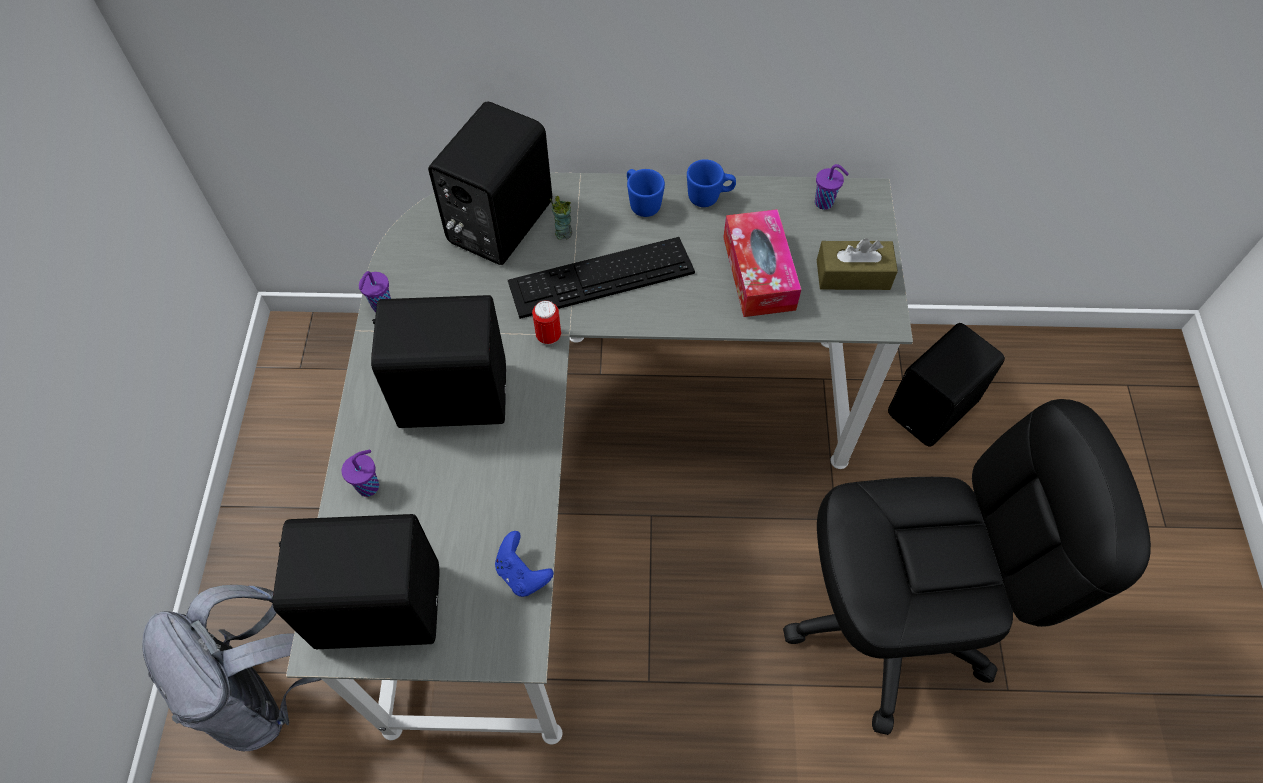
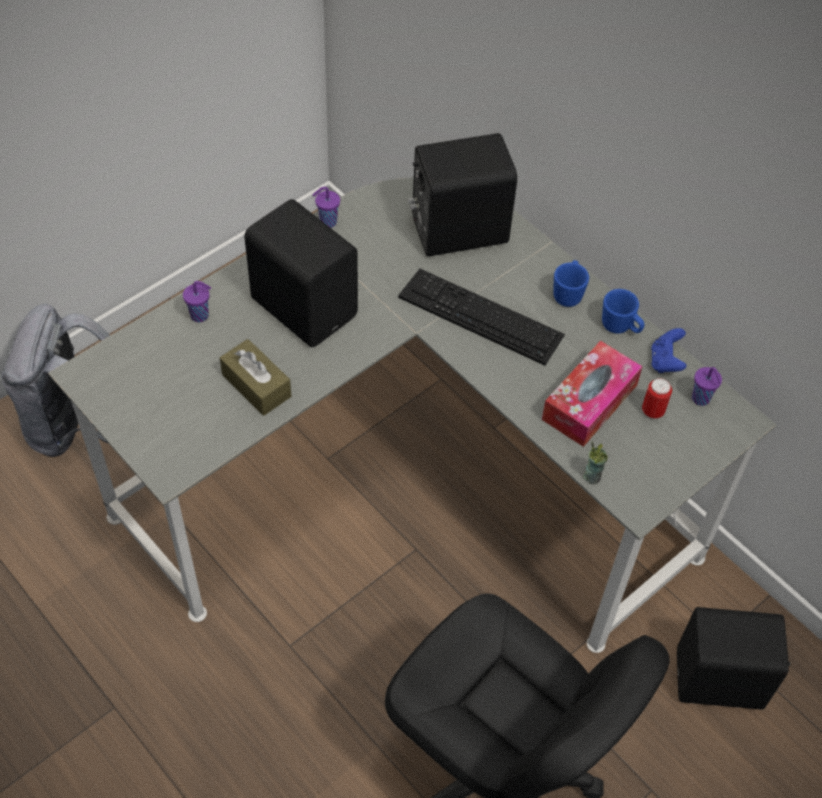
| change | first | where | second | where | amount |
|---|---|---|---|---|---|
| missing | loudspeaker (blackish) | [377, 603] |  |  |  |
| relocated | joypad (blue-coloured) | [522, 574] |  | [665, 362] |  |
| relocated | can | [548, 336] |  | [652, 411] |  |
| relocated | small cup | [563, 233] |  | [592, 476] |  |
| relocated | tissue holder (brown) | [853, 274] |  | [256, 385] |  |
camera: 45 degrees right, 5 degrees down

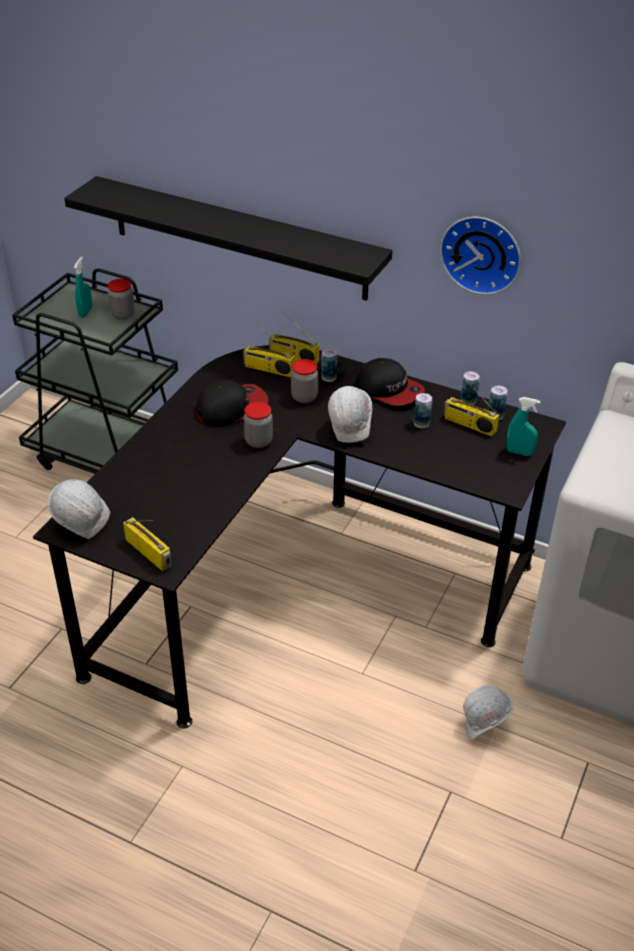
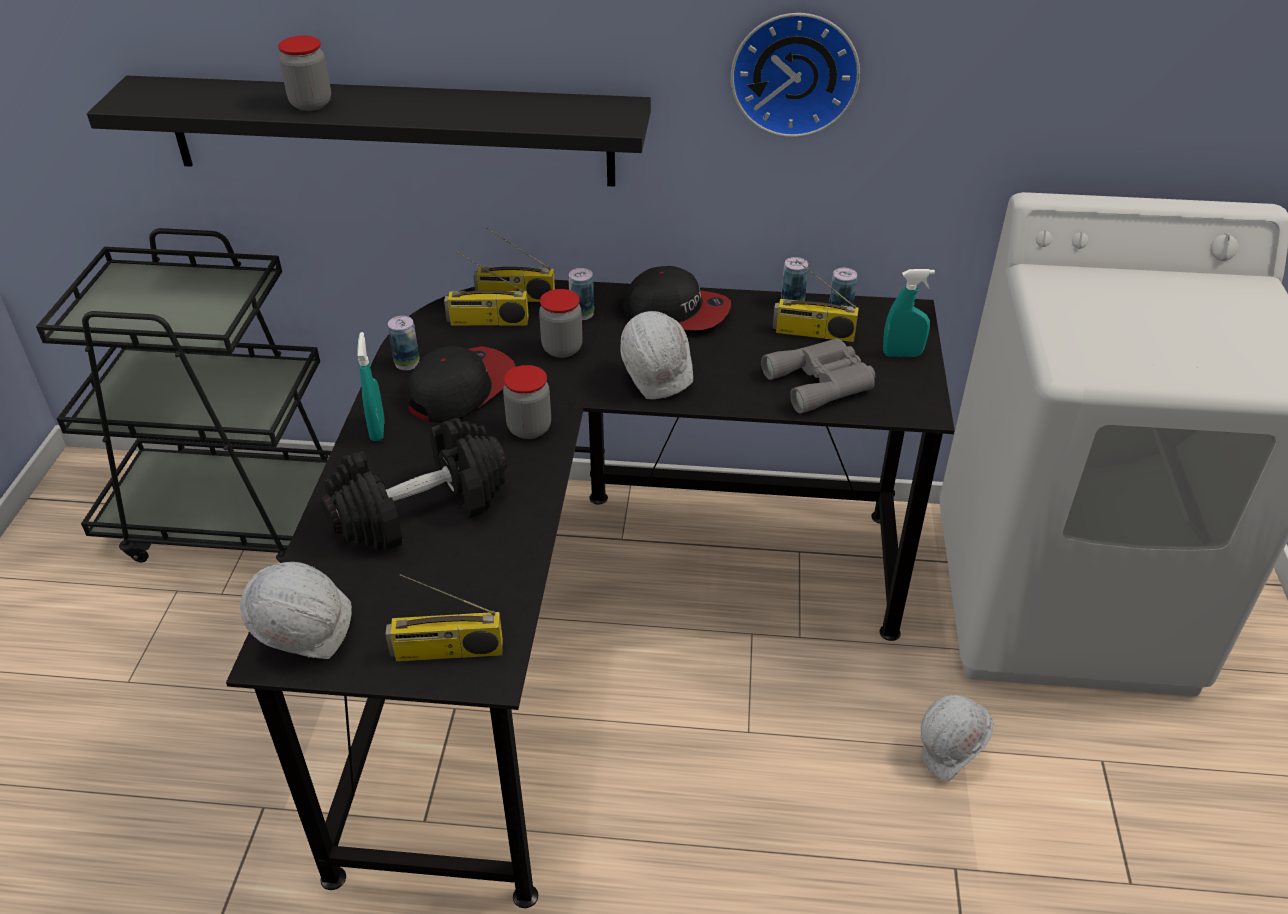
| change | first | where | second | where | amount |
|---|---|---|---|---|---|
| appeared |  |  | free weight (blackish) | [420, 510] |  |
| appeared |  |  | pair of binoculars (greyish) | [823, 382] |  |
| relocated | sprayer (turquoise-coloured) | [85, 312] |  | [377, 429] |  |
| relocated | jar | [123, 314] |  | [311, 104] |  |
| relocated | can | [421, 423] |  | [407, 363] |  |
| spun | radio receiver | [150, 552] |  | [447, 652] | 150 degrees clockwise |
camera: 20 degrees left, 0 degrees up

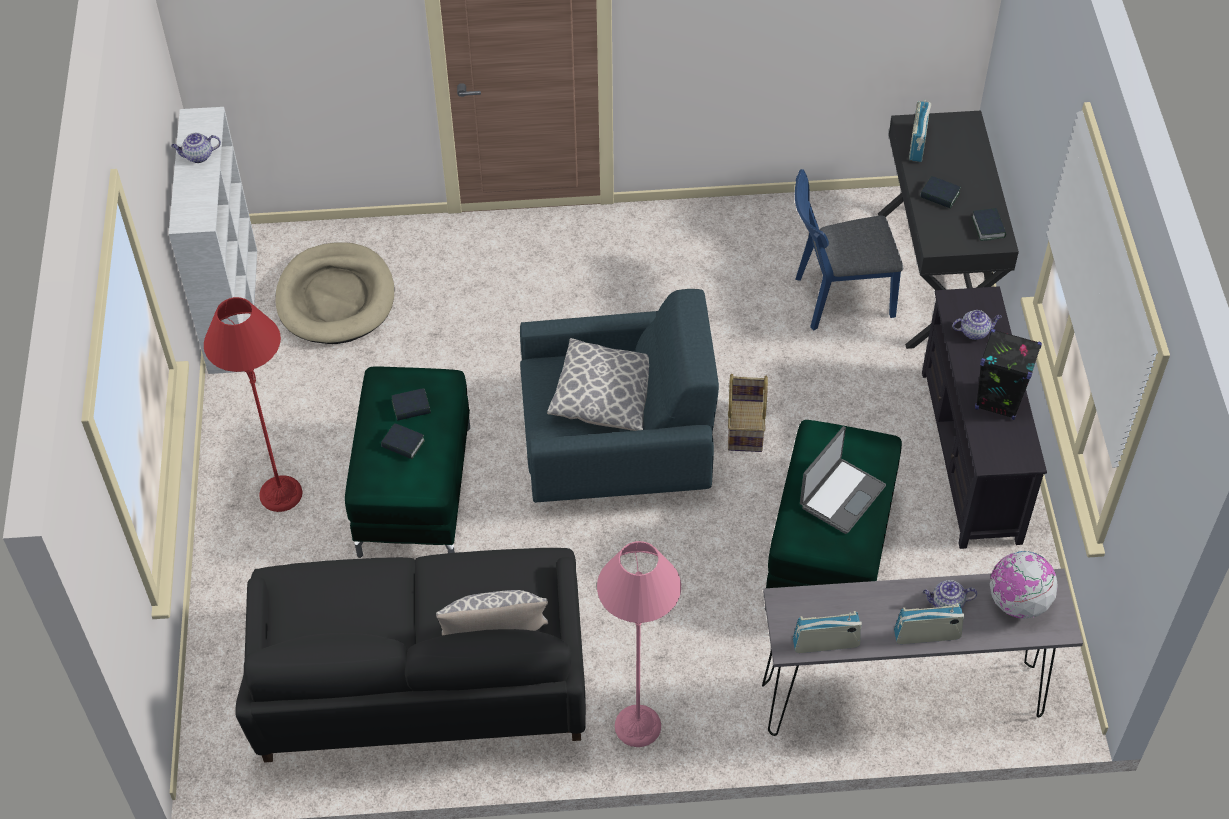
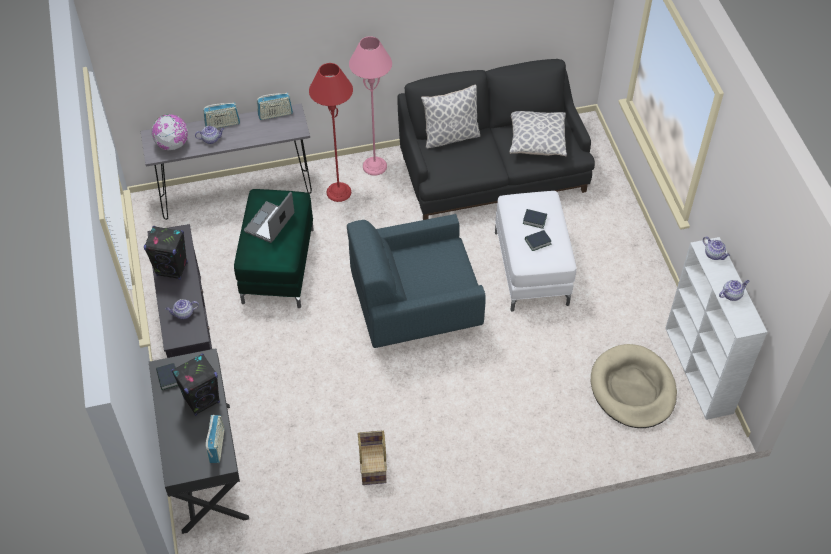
| change | first | where | second | where | amount |
|---|---|---|---|---|---|
| missing | chair (blue-coloured) | [836, 298] |  |  |  |
| appeared |  |  | pot for tea | [714, 254] |  |
| relocated | standard lamp (red) | [280, 494] |  | [339, 192] |  |
| relocated | throw pillow | [605, 396] |  | [537, 141] |  |
| relocated | basket | [744, 425] |  | [373, 464] |  |
| exchanged | volume | [940, 195] | loudspeaker (blackish) | [202, 400] |  |
| colour | footrest (green-coloured) | [414, 489] | footrest (white) | [532, 268] |  |
camera: 170 degrees right, 0 degrees up

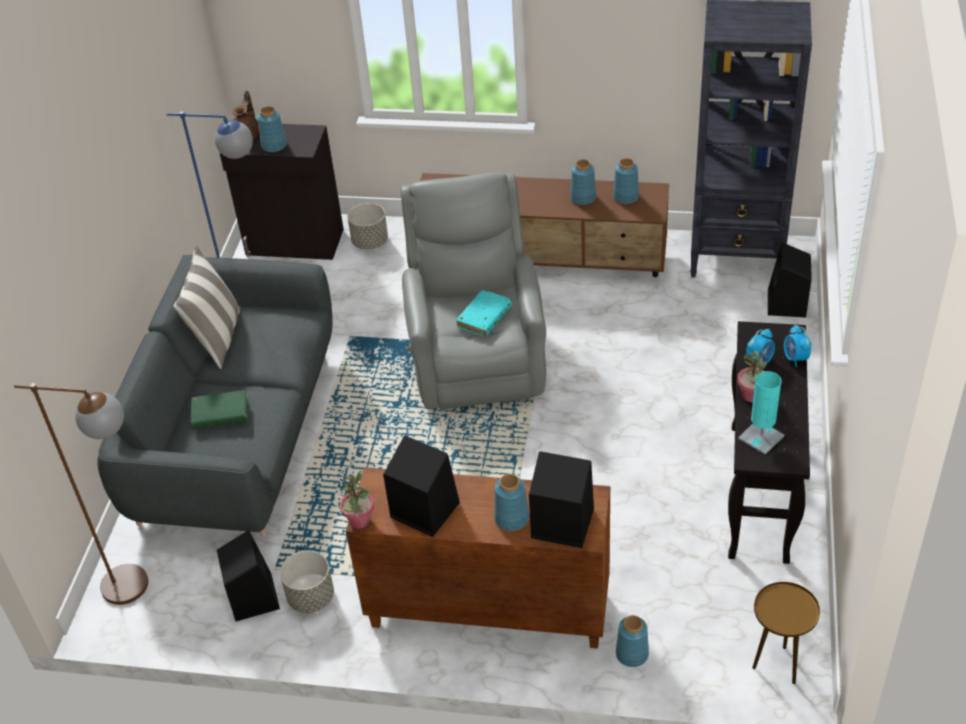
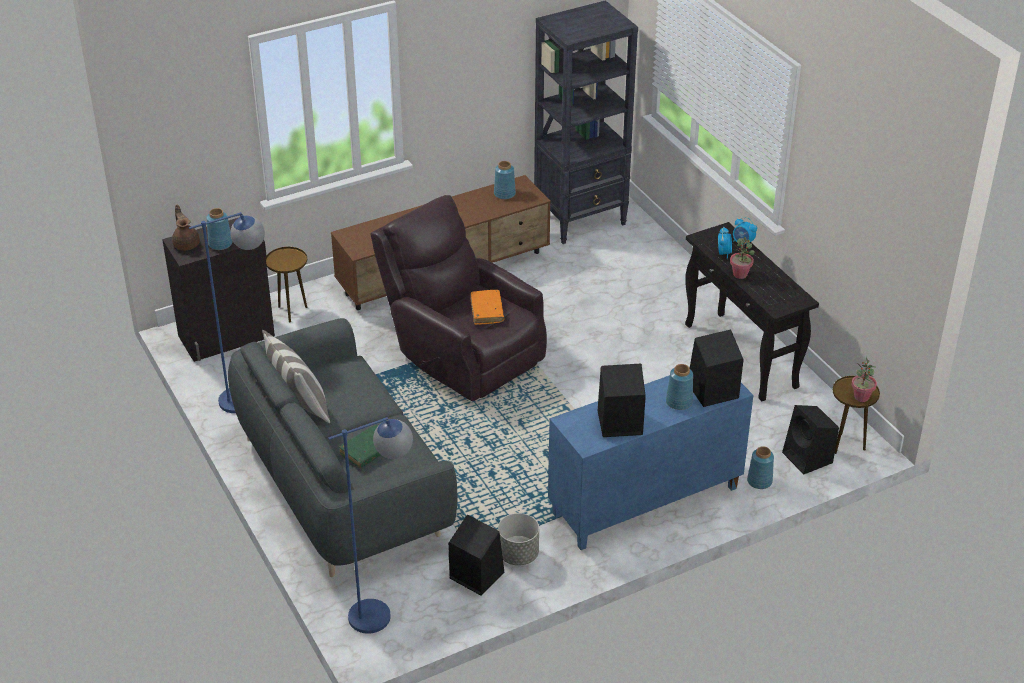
| change | first | where | second | where | amount |
|---|---|---|---|---|---|
| missing | vase (blue-coloured) | [583, 197] |  |  |  |
| missing | table lamp (turquoise-coloured) | [761, 437] |  |  |  |
| relocated | potted plant | [359, 520] |  | [861, 397] |  |
| relocated | loudspeaker (blackish) | [787, 304] |  | [808, 458] |  |
| exchanged | plant pot (greyish) | [370, 242] | accent table (brown) | [291, 312] |  |
| colour | standard lamp (brown) | [141, 586] | standard lamp (blue-coloured) | [383, 611] |  |
| colour | storage cabinet (brown) | [486, 610] | storage cabinet (blue-coloured) | [645, 502] |  |
| colour | armchair (greyish) | [476, 352] | armchair (brown) | [462, 352] |  |
| colour | volume (turquoise-coloured) | [484, 318] | volume (orangey) | [487, 311] |  |
camera: 40 degrees left, 5 degrees down

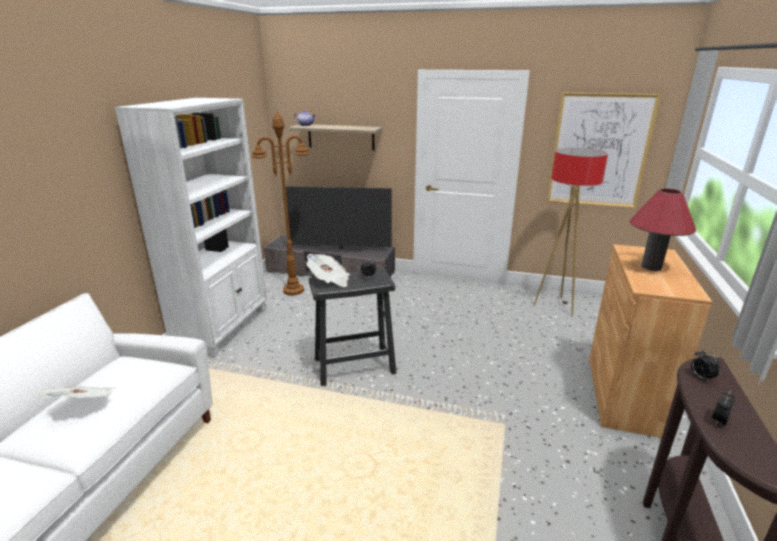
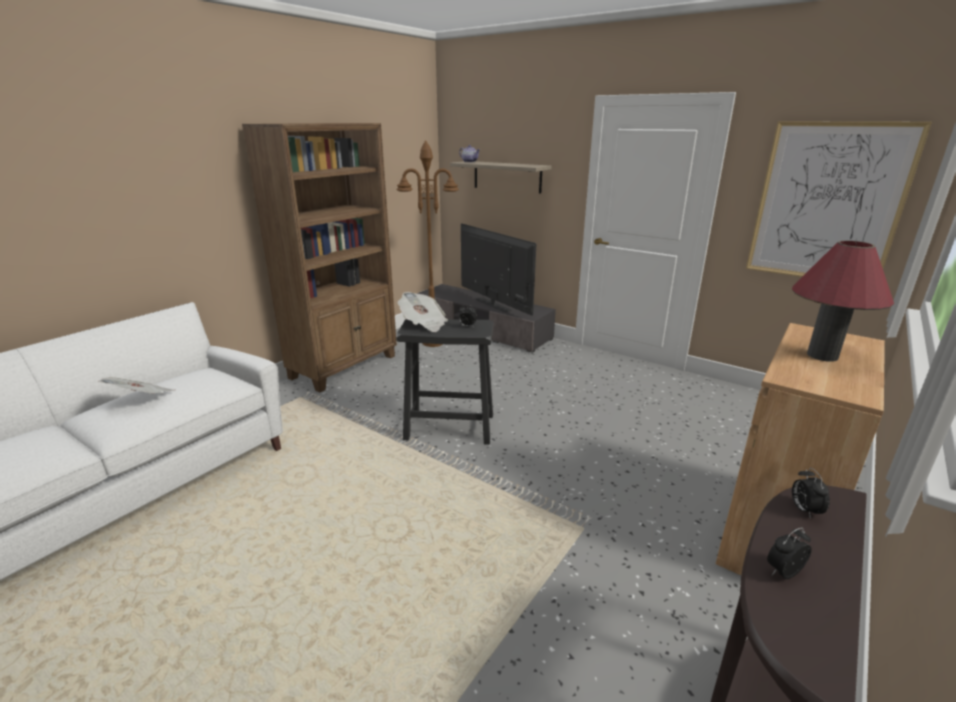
| change | first | where | second | where | amount |
|---|---|---|---|---|---|
| missing | standard lamp | [555, 306] |  |  |  |
| colour | bookcase (white) | [223, 328] | bookcase (brown) | [345, 367] |  |
| spun | TV | [341, 250] |  | [493, 305] | 150 degrees counterclockwise |
camera: 20 degrees right, 0 degrees up

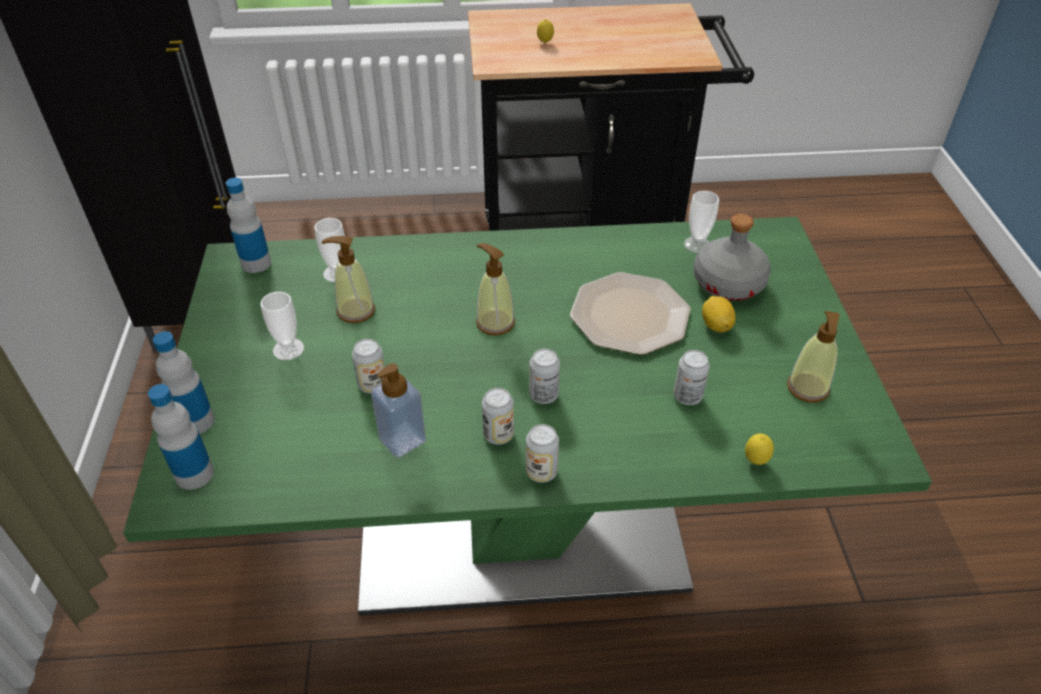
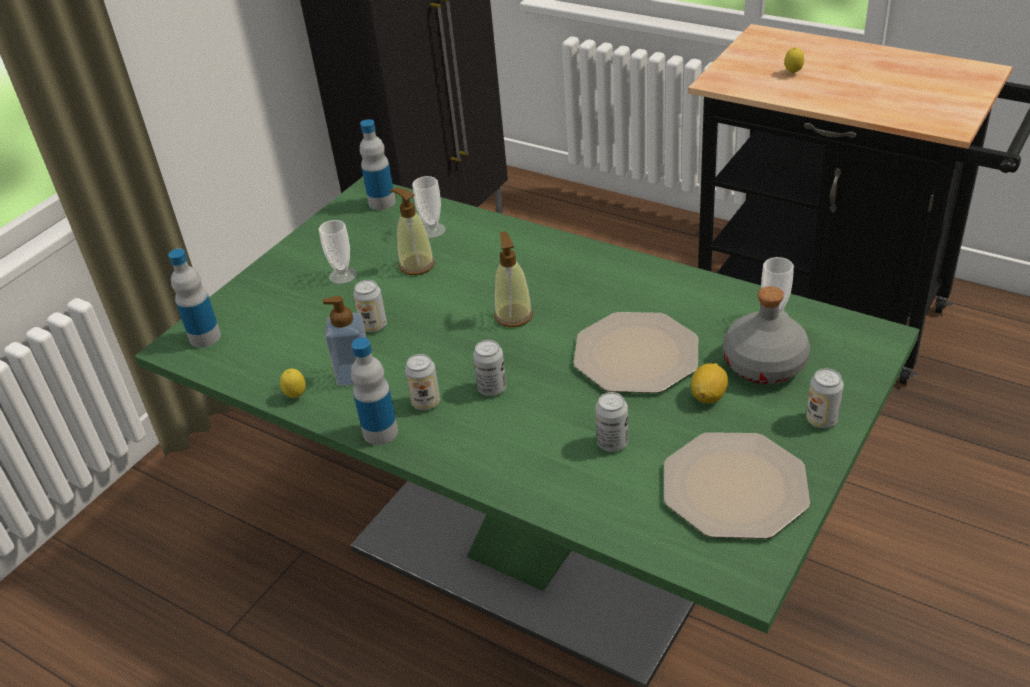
| change | first | where | second | where | amount |
|---|---|---|---|---|---|
| relocated | drink bottle | [196, 421] |  | [380, 432] |  |
| relocated | can | [541, 472] |  | [821, 420] |  |
| relocated | lemon | [755, 461] |  | [296, 396] |  |
| exchanged | liquid soap bottle | [807, 388] | flat dish | [736, 487] |  |
camera: 40 degrees right, 5 degrees down

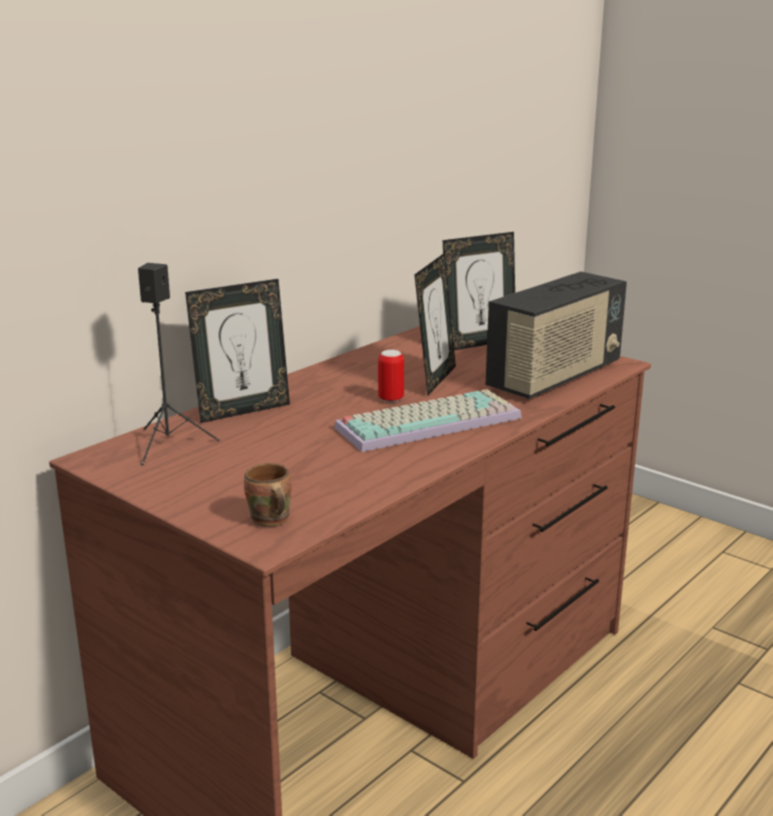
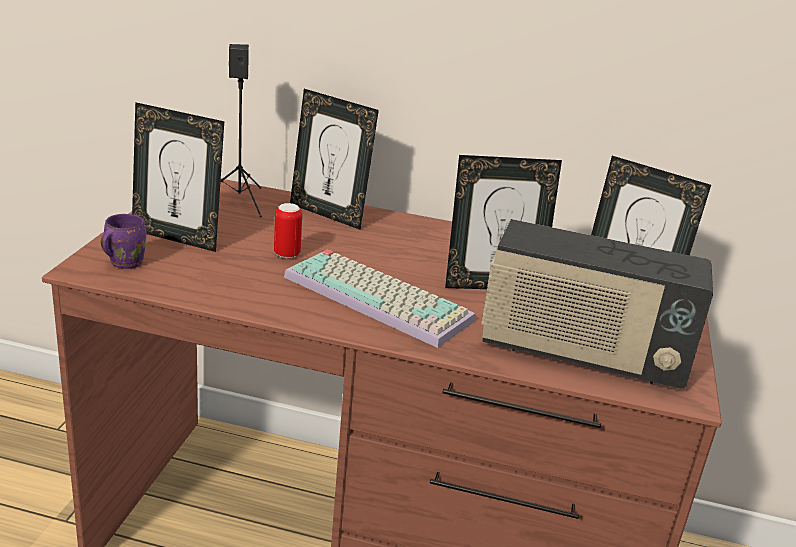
| change | first | where | second | where | amount |
|---|---|---|---|---|---|
| appeared |  |  | picture frame | [177, 237] |  |
| relocated | can | [391, 399] |  | [287, 254] |  |
| colour | coffee mug (brown) | [269, 521] | coffee mug (purple) | [123, 262] |  |
camera: 60 degrees right, 5 degrees up

